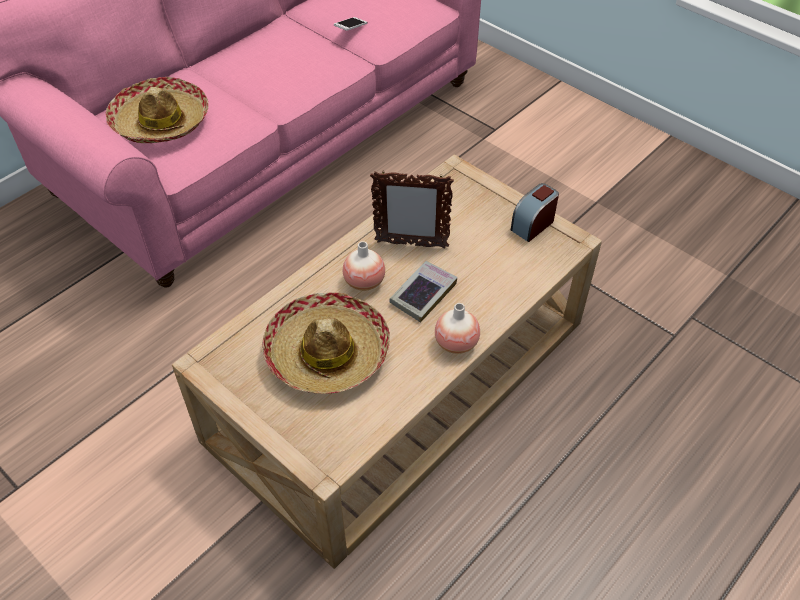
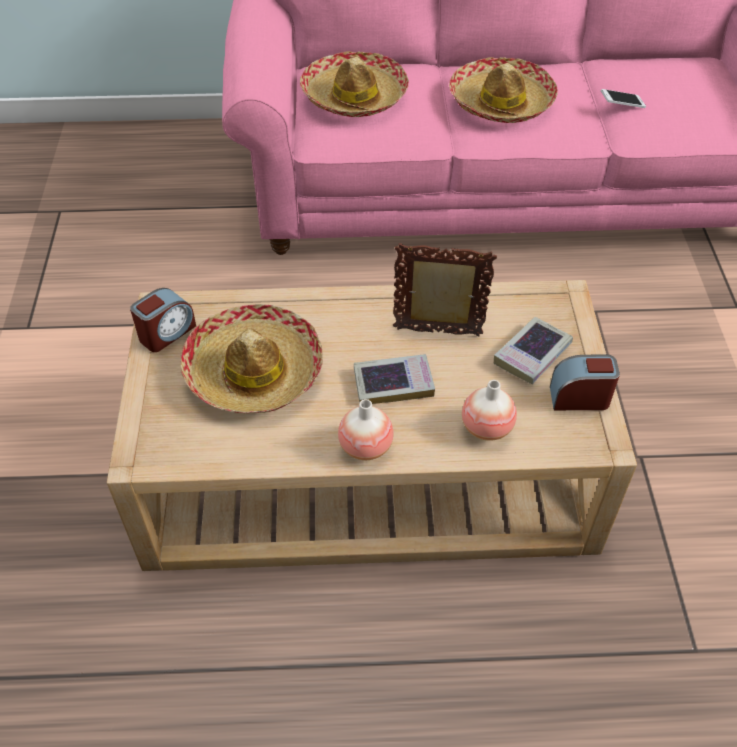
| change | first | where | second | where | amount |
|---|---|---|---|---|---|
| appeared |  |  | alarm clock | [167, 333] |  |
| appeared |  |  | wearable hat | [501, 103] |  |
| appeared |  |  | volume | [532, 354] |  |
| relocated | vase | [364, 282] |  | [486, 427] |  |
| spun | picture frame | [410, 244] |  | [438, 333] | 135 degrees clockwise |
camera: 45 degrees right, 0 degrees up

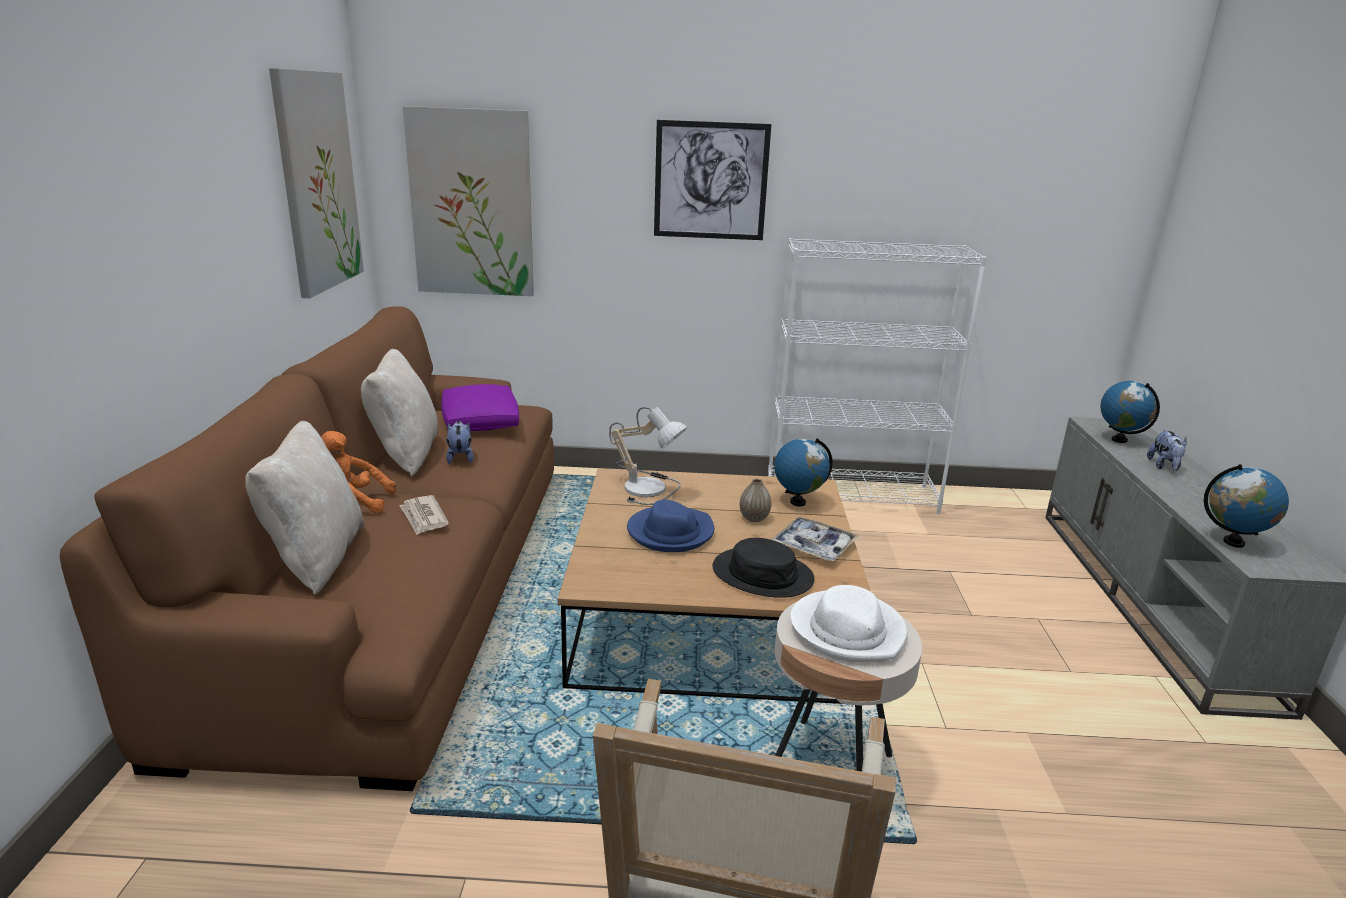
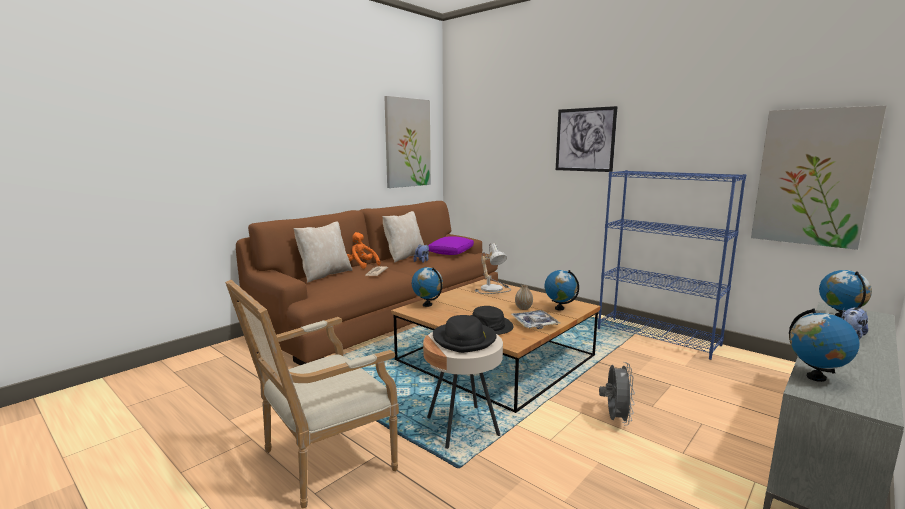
| change | first | where | second | where | amount |
|---|---|---|---|---|---|
| missing | wearable hat (blue-coloured) | [670, 532] |  |  |  |
| appeared |  |  | world globe | [427, 305] |  |
| appeared |  |  | fan (greyish) | [615, 419] |  |
| relocated | wall picture | [472, 204] |  | [812, 177] |  |
| colour | bookcase (white) | [851, 495] | bookcase (blue-coloured) | [658, 337] |  |
| colour | wearable hat (white) | [848, 630] | wearable hat (blackish) | [464, 339] |  |
camera: 40 degrees right, 10 degrees down

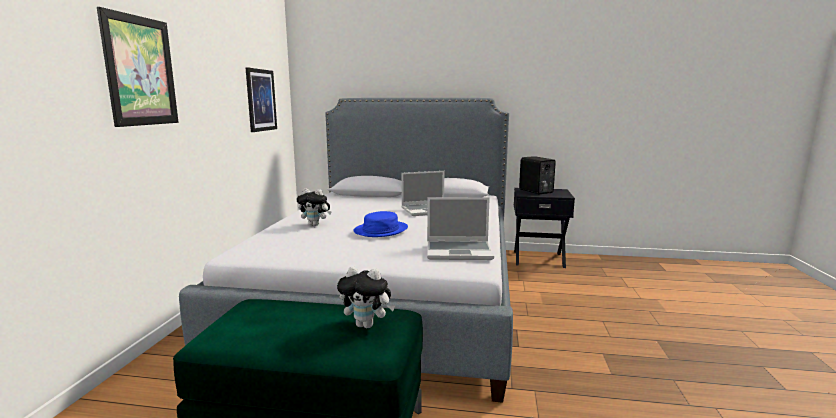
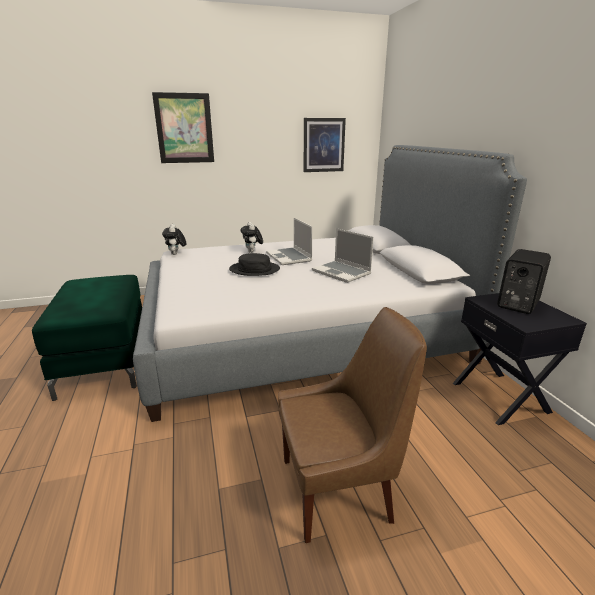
| change | first | where | second | where | amount |
|---|---|---|---|---|---|
| appeared |  |  | chair (brown) | [339, 489] |  |
| relocated | cuddly toy | [367, 325] |  | [176, 254] |  |
| relocated | portable computer | [459, 251] |  | [289, 257] |  |
| colour | wearable hat (blue-coloured) | [381, 230] | wearable hat (blackish) | [254, 269] |  |
camera: 65 degrees right, 10 degrees up

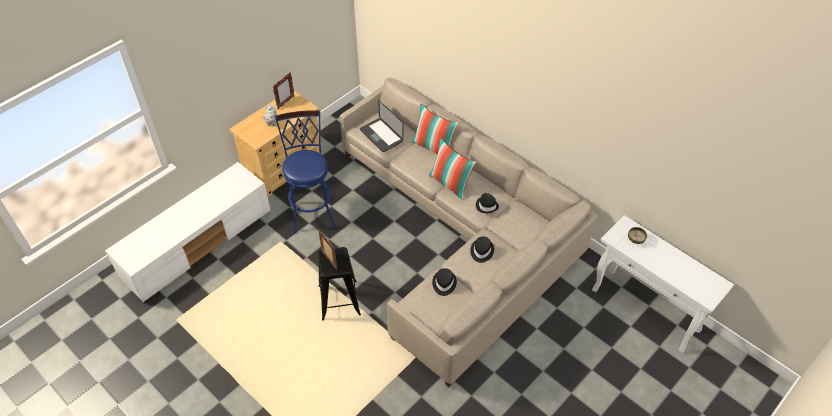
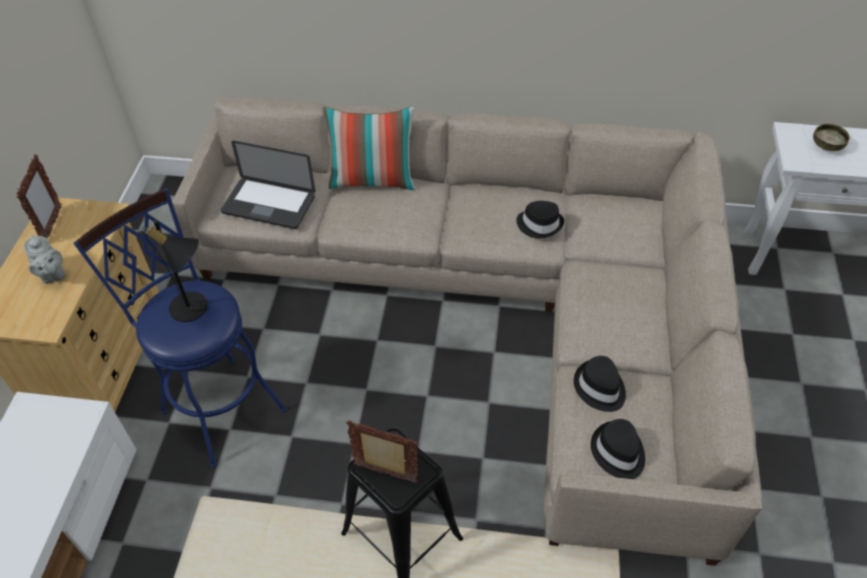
| change | first | where | second | where | amount |
|---|---|---|---|---|---|
| missing | throw pillow | [450, 184] |  |  |  |
| appeared |  |  | table lamp (blackish) | [194, 309] |  |
| relocated | wearable hat (blackish) | [481, 251] |  | [617, 452] |  |
camera: 35 degrees left, 0 degrees up

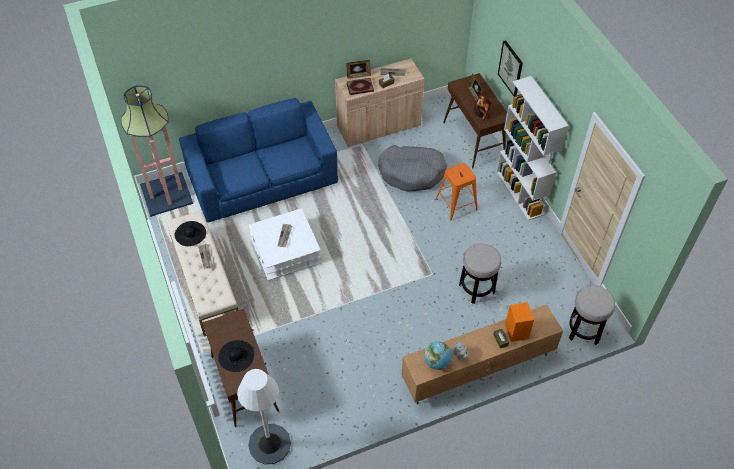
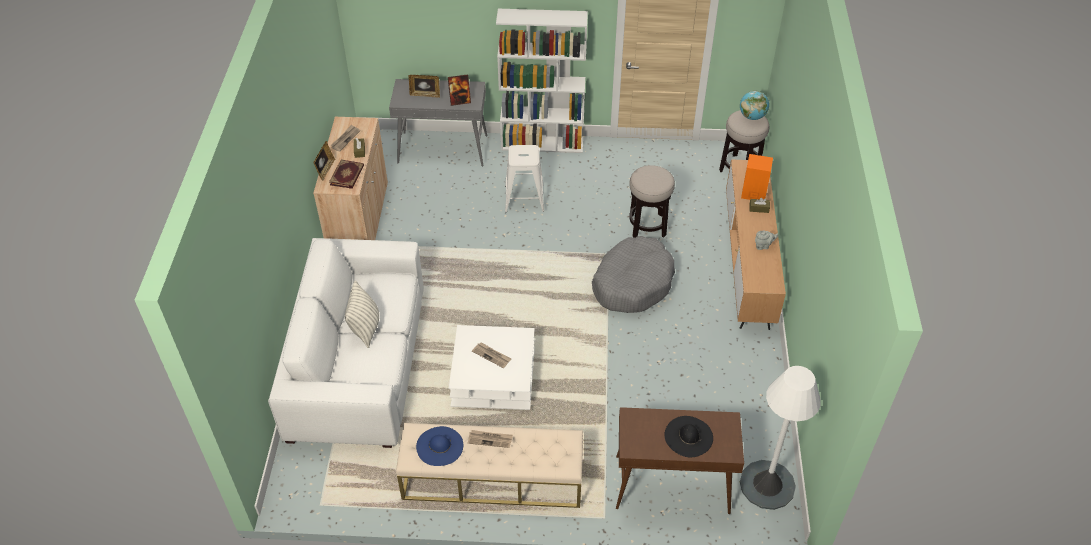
| change | first | where | second | where | amount |
|---|---|---|---|---|---|
| missing | standard lamp | [166, 194] |  |  |  |
| missing | wall picture | [511, 68] |  |  |  |
| appeared |  |  | throw pillow | [365, 328] |  |
| relocated | pet bed (greyish) | [412, 173] |  | [632, 283] |  |
| relocated | world globe | [437, 362] |  | [752, 116] |  |
| colour | wearable hat (blackish) | [190, 233] | wearable hat (blue-coloured) | [439, 446] |  |
| colour | sofa (blue-coloured) | [262, 178] | sofa (white) | [358, 362] |  |
| colour | stool seat (orangey) | [456, 204] | stool seat (white) | [524, 198] |  |
| colour | narrow table (brown) | [474, 140] | narrow table (greyish) | [443, 149] |  |
camera: 65 degrees left, 5 degrees down

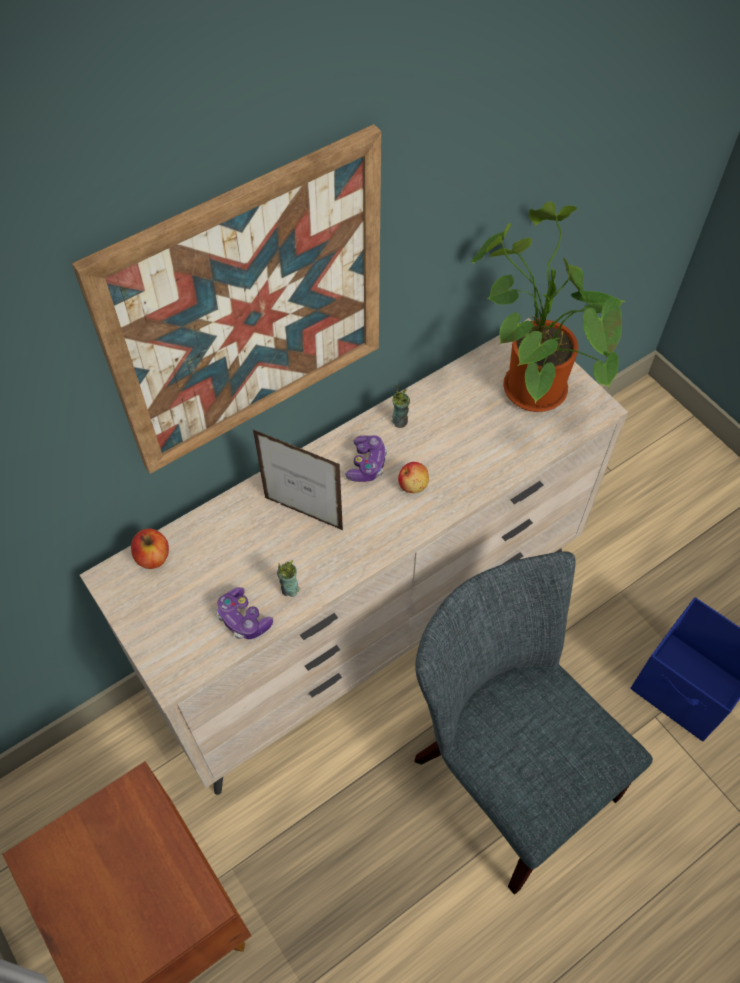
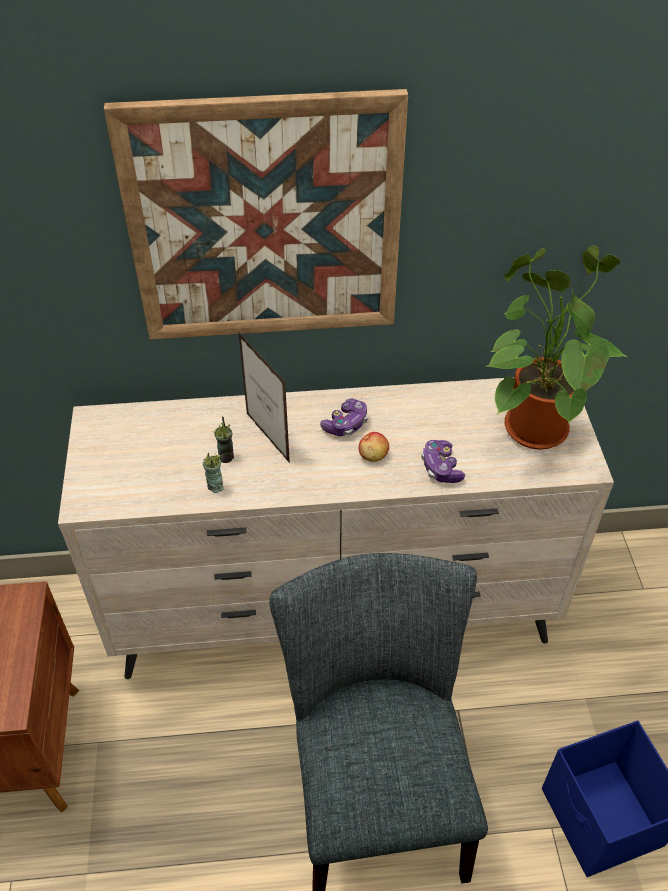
| change | first | where | second | where | amount |
|---|---|---|---|---|---|
| missing | apple | [153, 557] |  |  |  |
| relocated | joypad | [243, 619] |  | [441, 468] |  |
| relocated | small cup | [400, 421] |  | [226, 457] |  |
camera: 30 degrees right, 10 degrees down

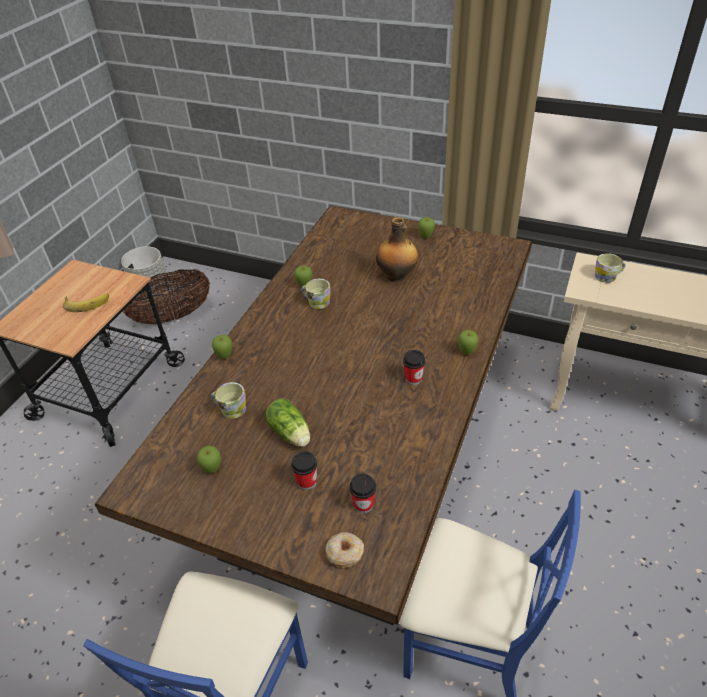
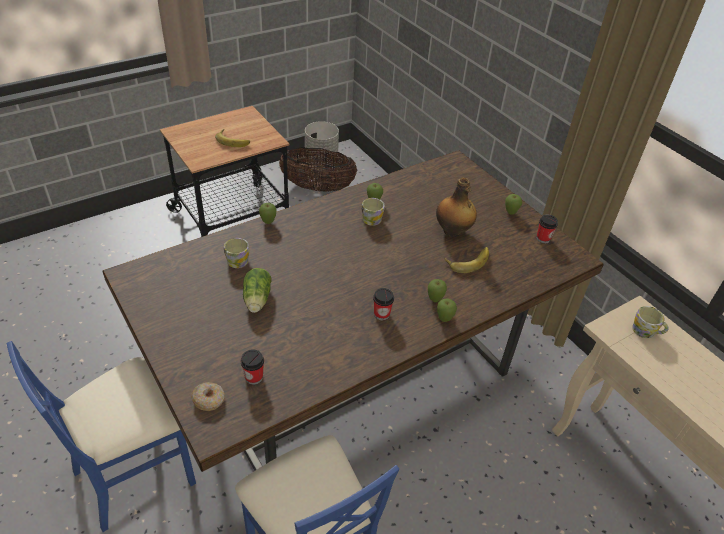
| change | first | where | second | where | amount |
|---|---|---|---|---|---|
| appeared |  |  | whole banana | [467, 260] |  |
| relocated | apple | [212, 470] |  | [435, 300] |  |
| relocated | small cup | [307, 481] |  | [543, 238] |  |
camera: 30 degrees right, 0 degrees up

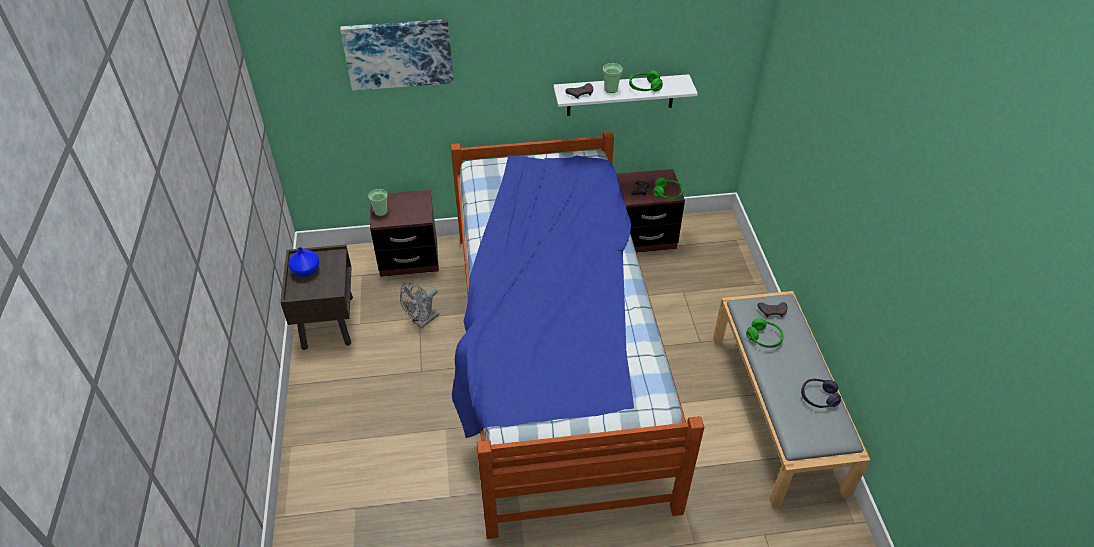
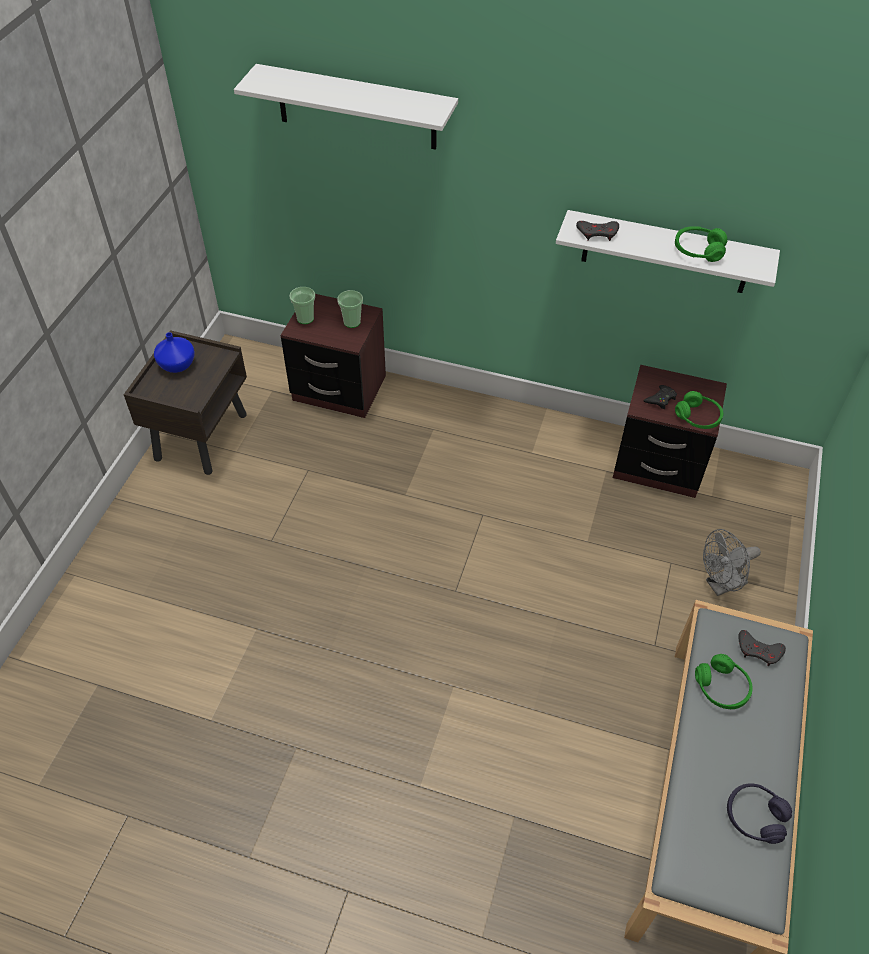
| change | first | where | second | where | amount |
|---|---|---|---|---|---|
| missing | bedroom bed | [553, 357] |  |  |  |
| relocated | fan (greyish) | [422, 321] |  | [721, 585] |  |
| relocated | small cup | [611, 89] |  | [352, 322] |  |
| exchanged | wall picture | [398, 53] | shelf (white) | [356, 107] |  |
camera: 25 degrees right, 5 degrees up

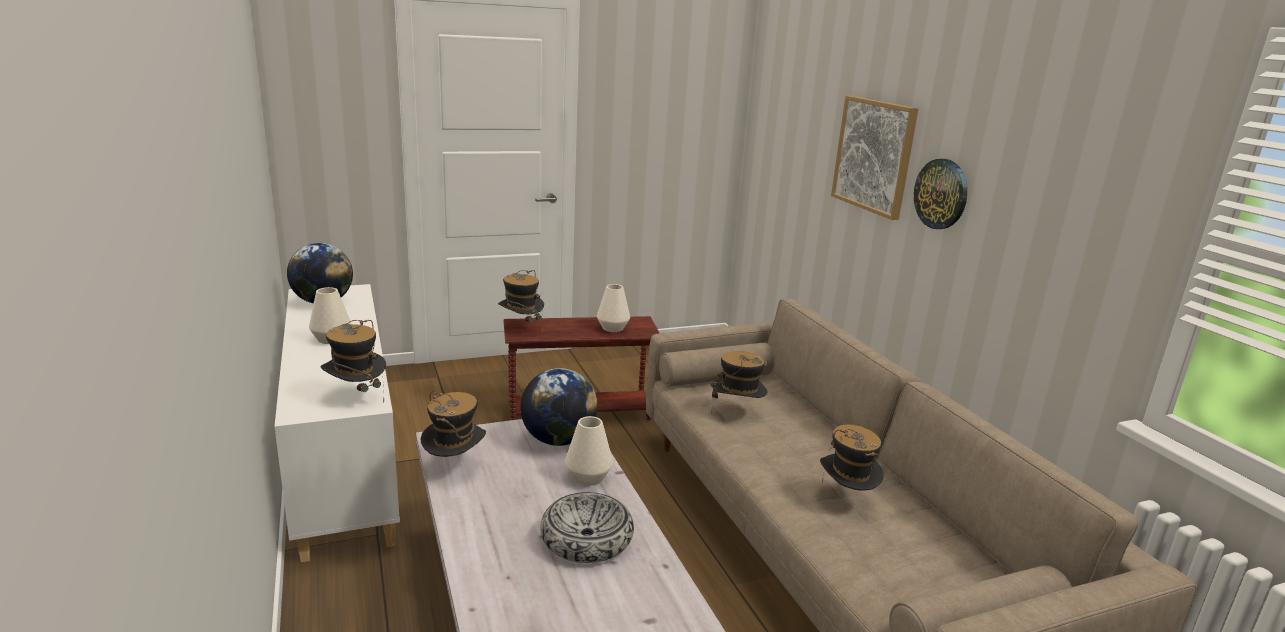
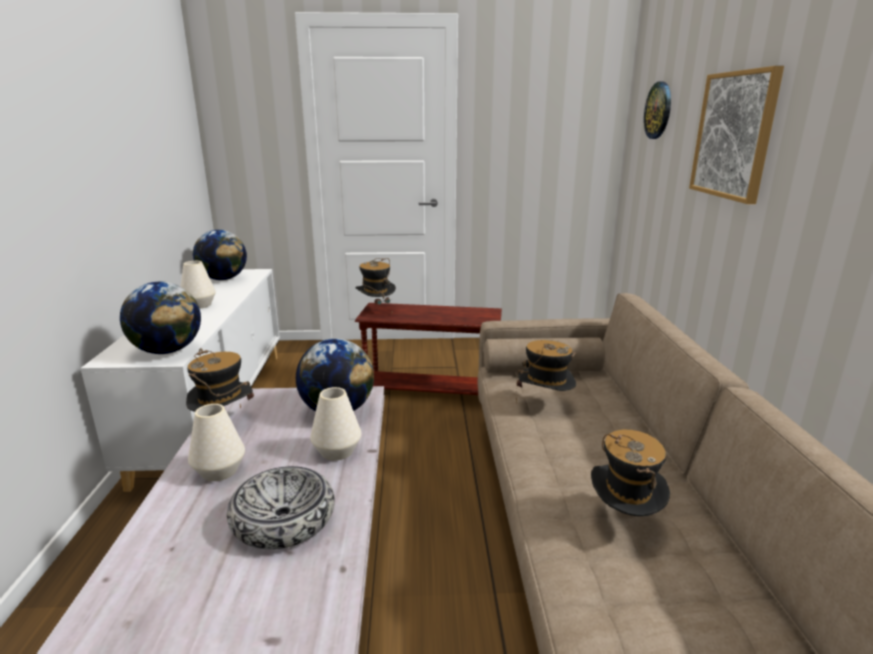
| change | first | where | second | where | amount |
|---|---|---|---|---|---|
| relocated | vase (white) | [612, 328] |  | [219, 471] |  |
| relocated | clock on the wall | [941, 194] |  | [658, 110] |  |
| exchanged | wearable hat | [356, 397] | world globe | [168, 351] |  |
camera: 20 degrees right, 0 degrees up

